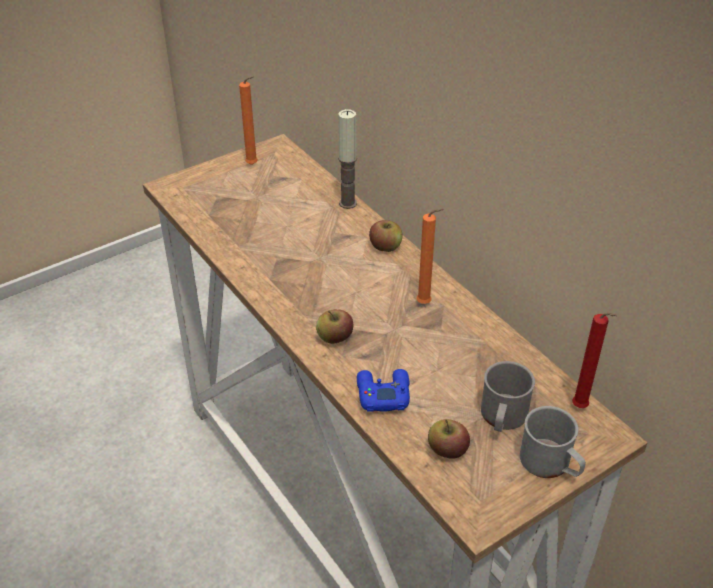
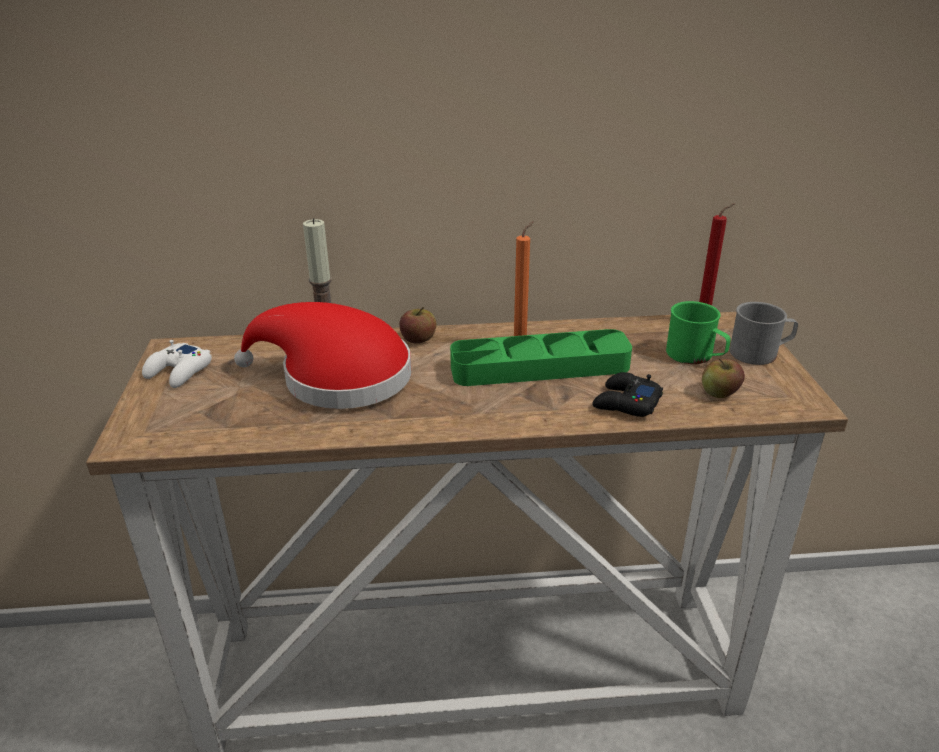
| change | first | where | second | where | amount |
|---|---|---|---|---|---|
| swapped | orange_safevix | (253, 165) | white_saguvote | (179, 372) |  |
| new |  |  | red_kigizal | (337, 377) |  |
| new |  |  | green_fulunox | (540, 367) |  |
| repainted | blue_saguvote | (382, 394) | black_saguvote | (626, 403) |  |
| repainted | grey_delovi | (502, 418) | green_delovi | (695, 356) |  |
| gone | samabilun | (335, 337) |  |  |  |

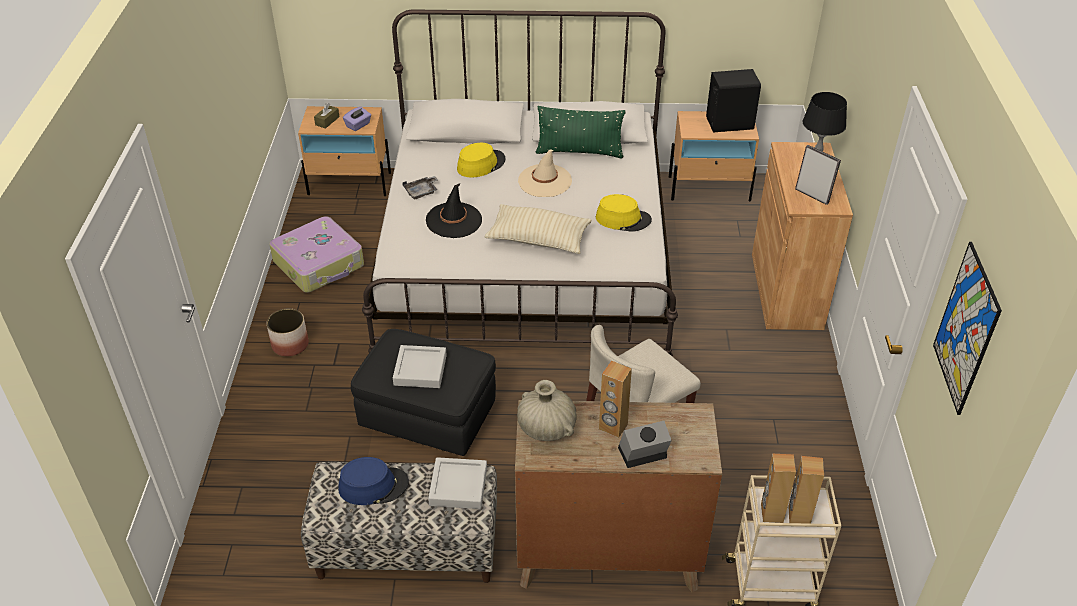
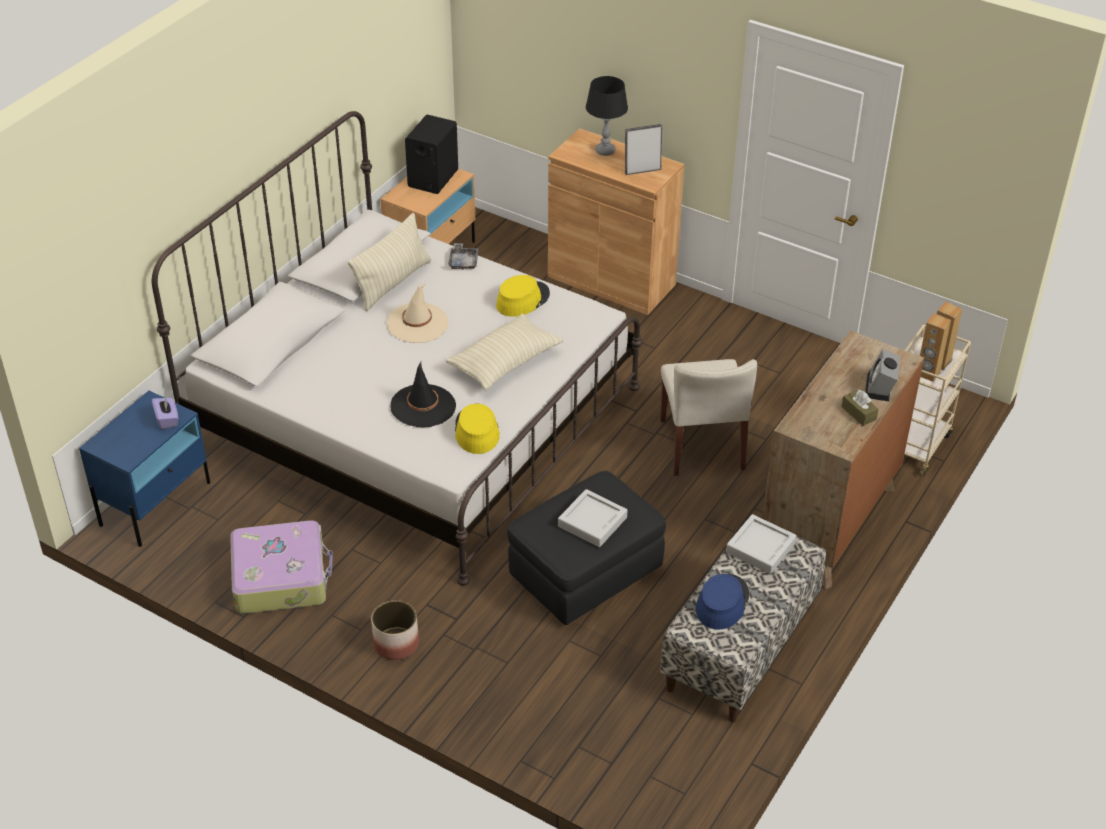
| change | first | where | second | where | amount |
|---|---|---|---|---|---|
| repainted | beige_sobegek | (350, 183) | blue_sobegek | (156, 503) |  |
| repainted | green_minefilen | (579, 152) | beige_minefilen | (393, 283) |  |
| shifted | grey_fulunox | (421, 192) |  | (463, 261) |  |
| shifted | yellow_kigizal | (481, 164) |  | (476, 431) |  |
| shifted | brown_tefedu | (327, 121) |  | (858, 413) |  |
| gone | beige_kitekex | (546, 428) |  |  |  |
| gone | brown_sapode | (613, 427) |  |  |  |
| gone | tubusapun | (966, 329) |  |  |  |

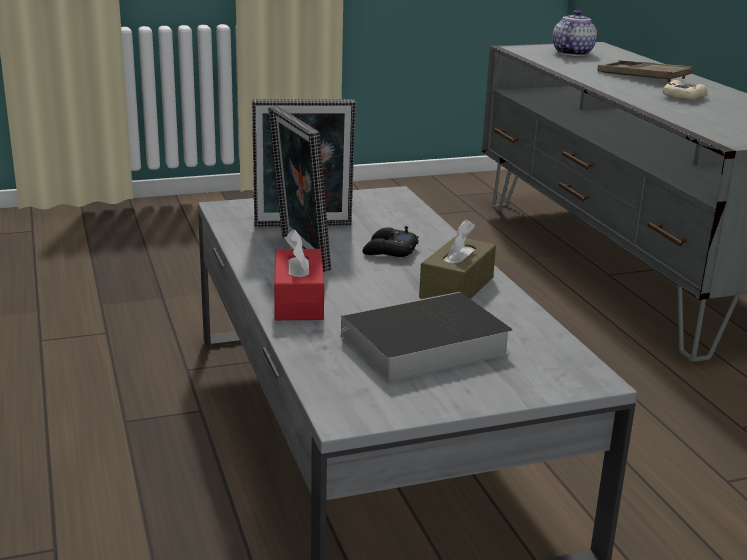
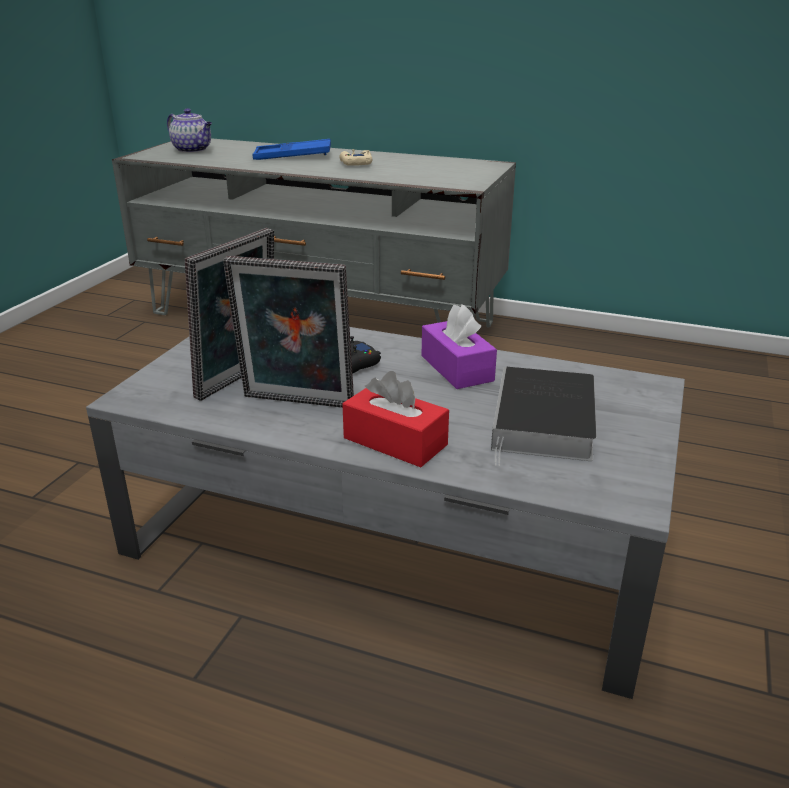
| change | first | where | second | where | amount |
|---|---|---|---|---|---|
| rotated | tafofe | (572, 53) |  | (193, 150) | 150 degrees clockwise |
| repainted | brown_fulunox | (643, 77) | blue_fulunox | (293, 156) |  |
| repainted | brown_tefedu | (457, 287) | purple_tefedu | (457, 368) |  |

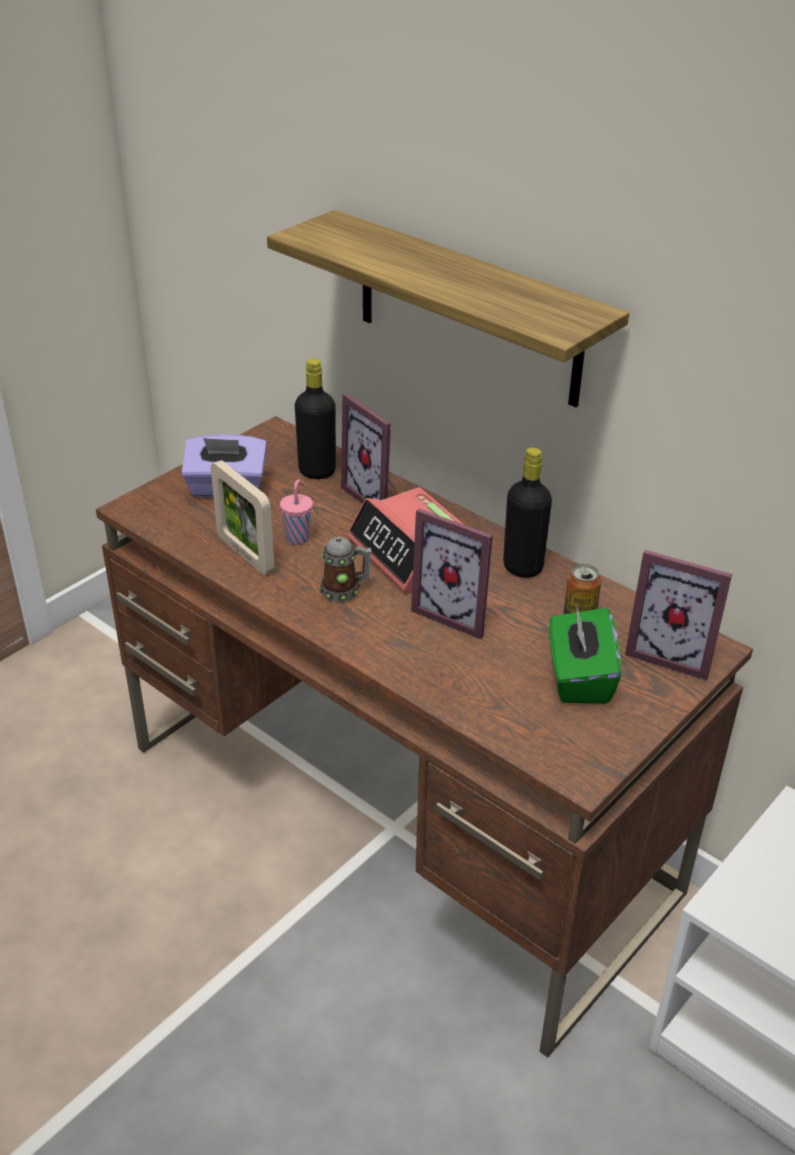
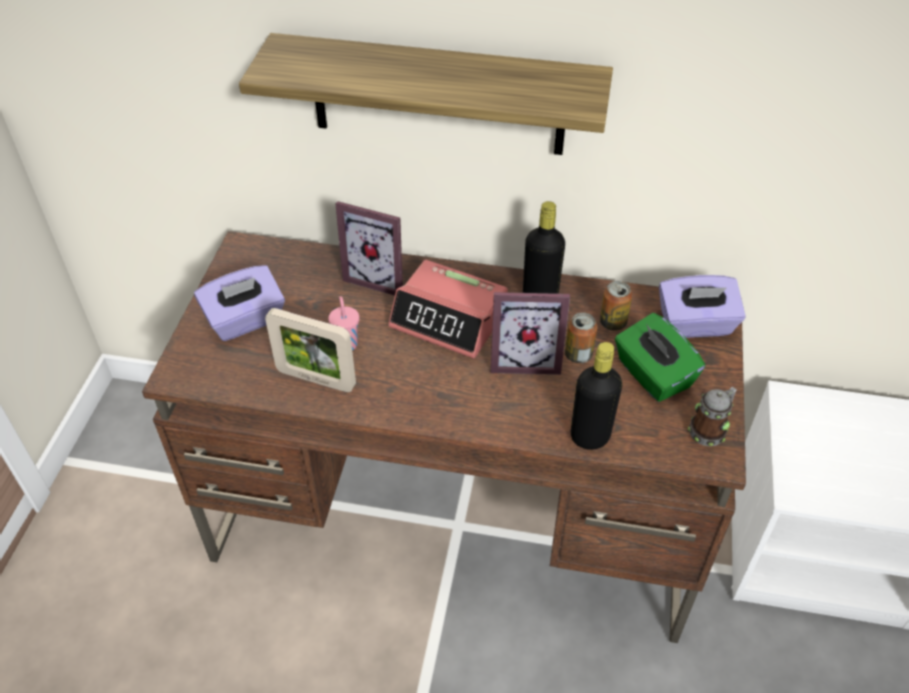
| change | first | where | second | where | amount |
|---|---|---|---|---|---|
| new |  |  | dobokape | (578, 355) |  |
| shifted | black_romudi | (317, 471) |  | (590, 436) |  |
| swapped | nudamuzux | (672, 653) | purple_tefedu | (695, 325) |  |
| shifted | delovi | (345, 590) |  | (710, 429) |  |

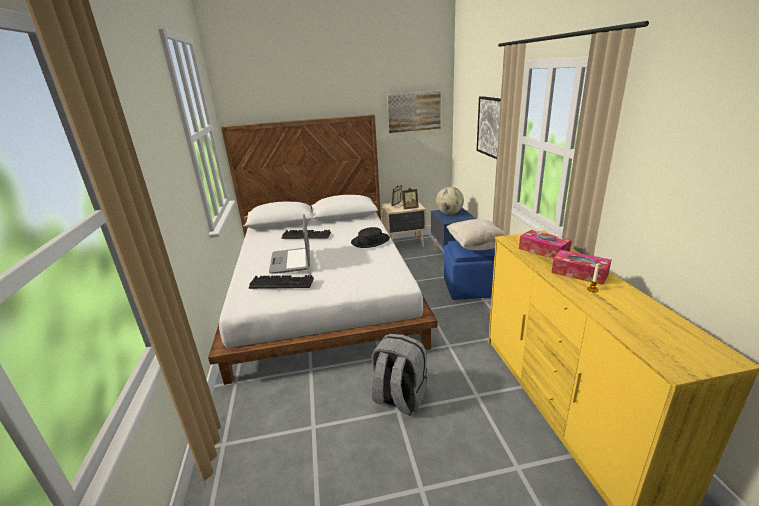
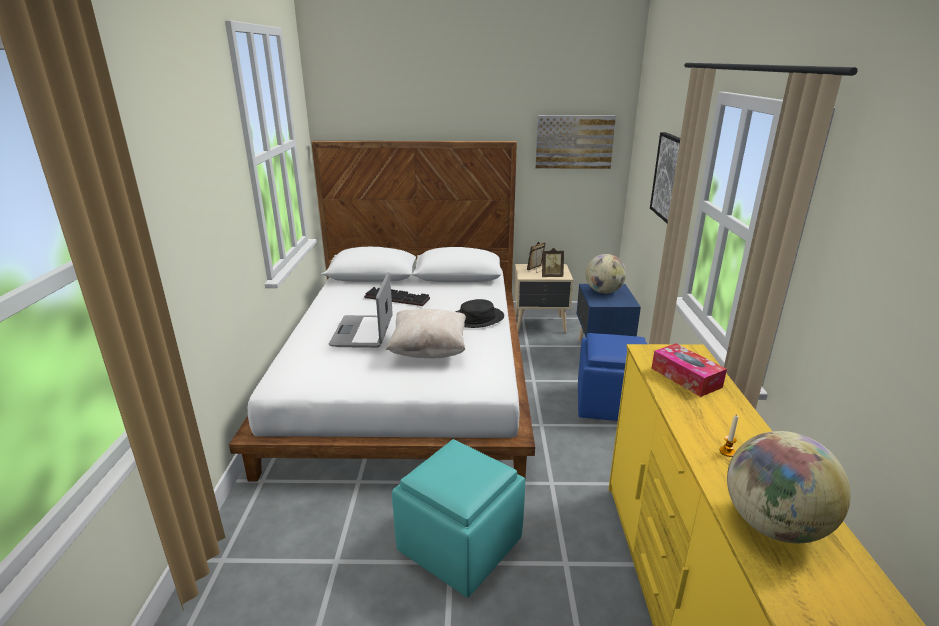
| change | first | where | second | where | amount |
|---|---|---|---|---|---|
| shifted | beige_minefilen | (477, 246) |  | (429, 350) |  |
| swapped | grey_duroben | (399, 398) | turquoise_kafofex | (458, 545) |  |
| new |  |  | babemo | (773, 525) |  |
| gone | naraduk | (283, 283) |  |  |  |
| gone | tefedu | (579, 273) |  |  |  |

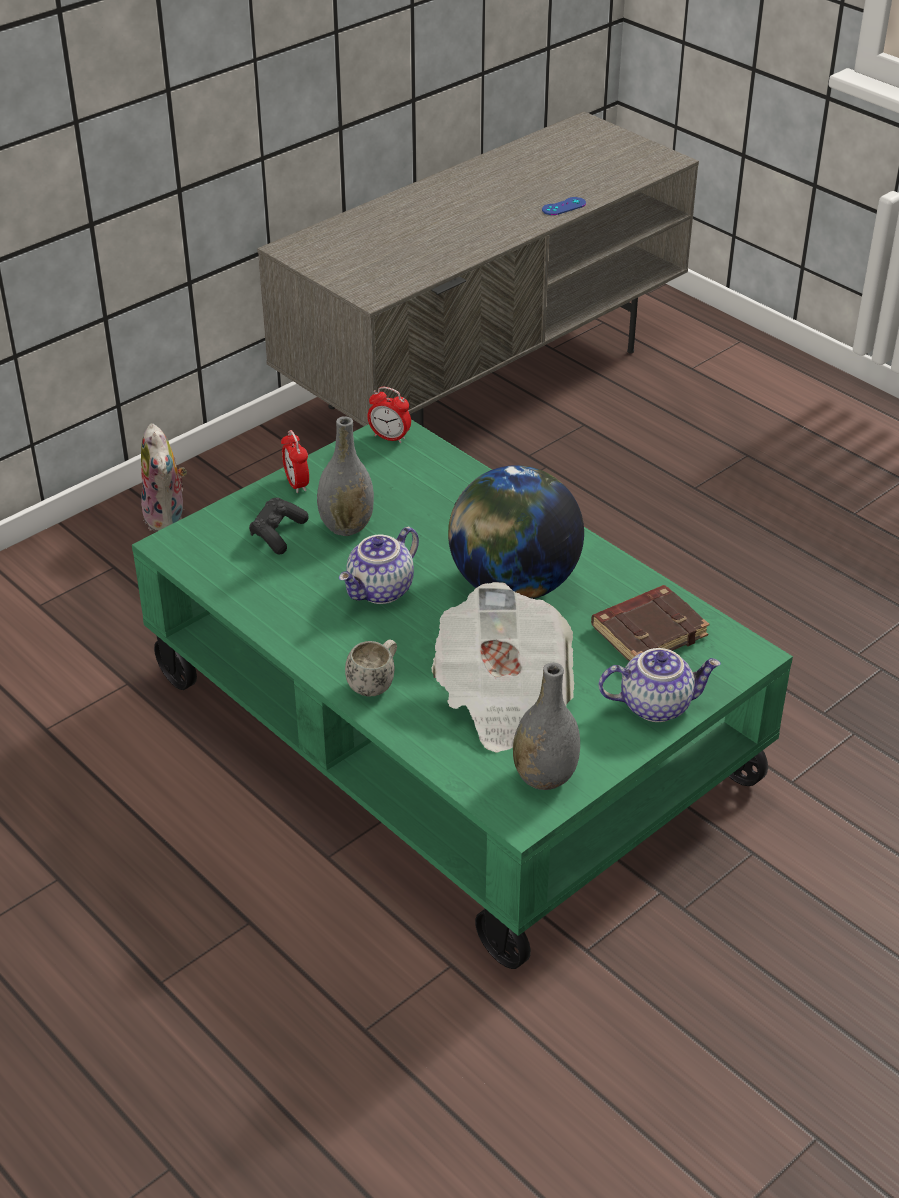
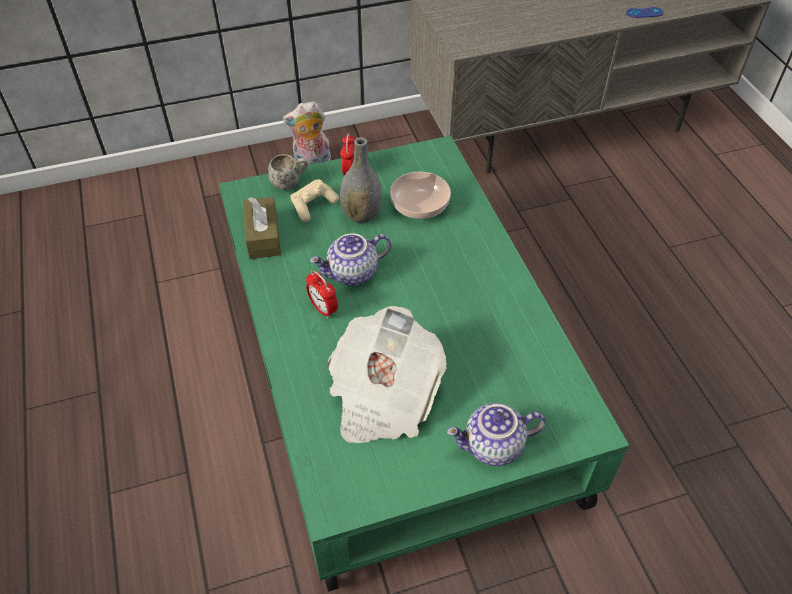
| change | first | where | second | where | amount |
|---|---|---|---|---|---|
| new |  |  | brown_tefedu | (263, 236) |  |
| shifted | white_delovi | (375, 683) |  | (290, 183) |  |
| rotated | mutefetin | (168, 518) |  | (311, 161) | 75 degrees clockwise |
| repainted | black_saguvote | (278, 534) | beige_saguvote | (313, 206) |  |
| shifted | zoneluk | (390, 437) |  | (323, 309) |  |
| new |  |  | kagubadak | (420, 205) |  |
| rotated | tafofe | (656, 704) |  | (493, 447) | 150 degrees clockwise |
| gone | babemo | (513, 585) |  |  |  |
| gone | grey_kitekex | (544, 777) |  |  |  |
| gone | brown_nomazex | (649, 631) |  |  |  |

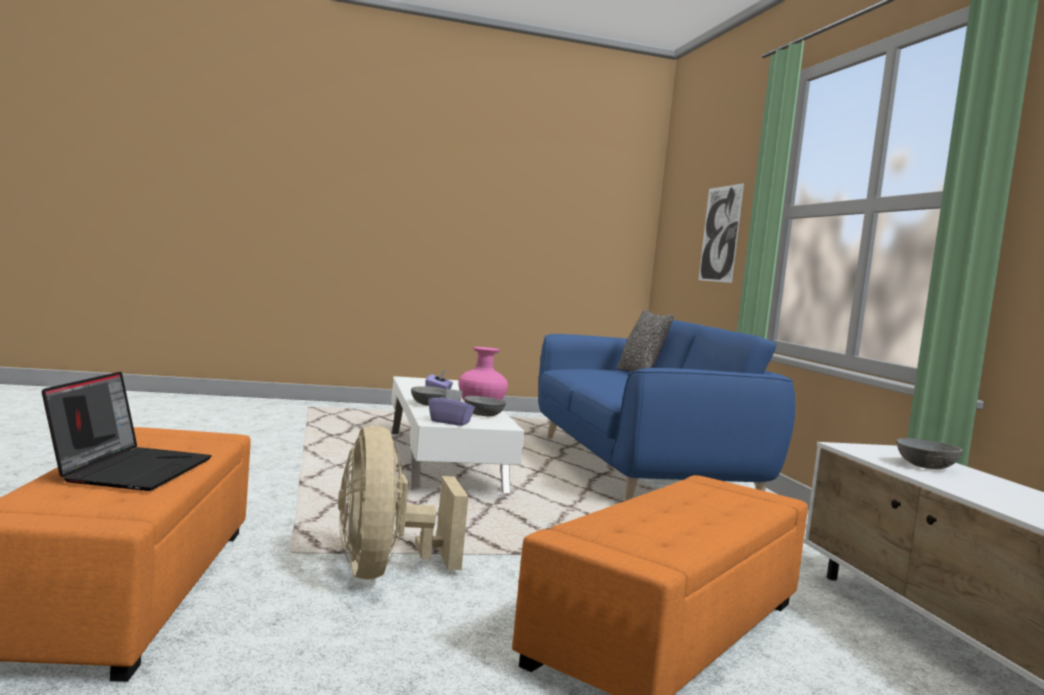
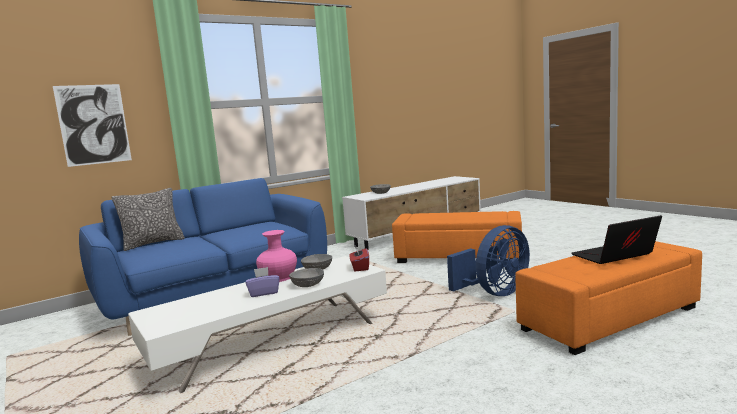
| change | first | where | second | where | amount |
|---|---|---|---|---|---|
| repainted | purple_tefedu | (450, 422) | red_tefedu | (360, 267) |  |
| repainted | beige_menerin | (384, 571) | blue_menerin | (495, 293) |  |

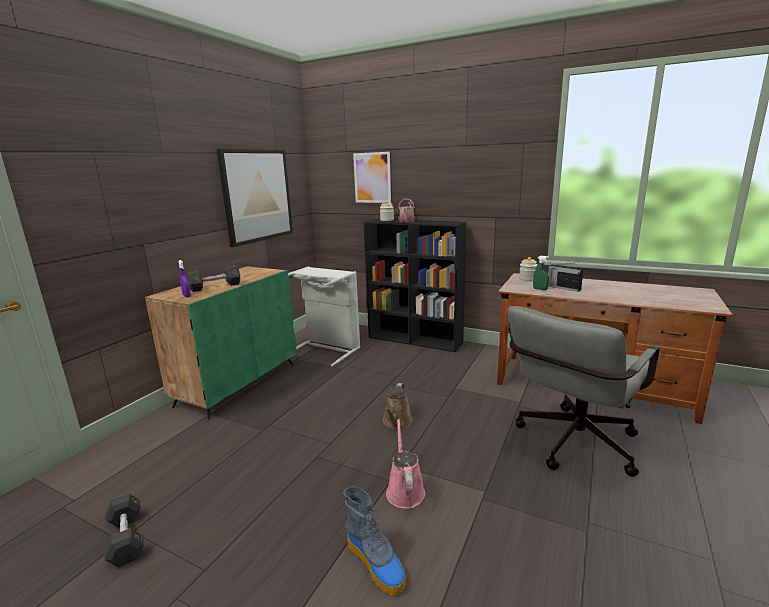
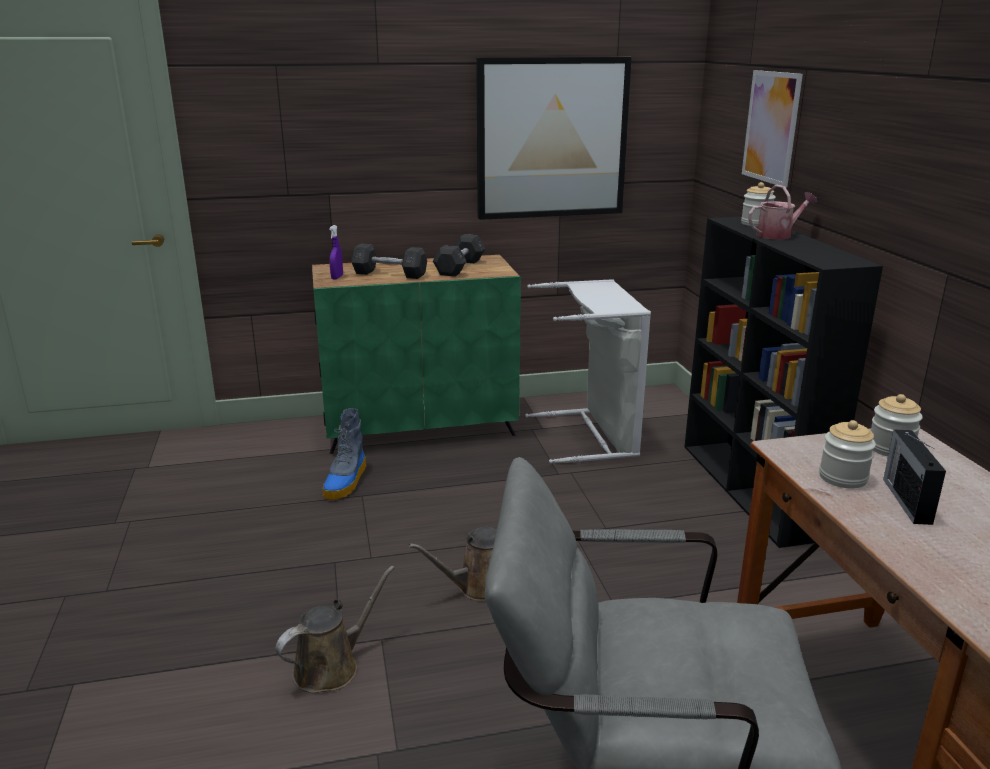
| change | first | where | second | where | amount |
|---|---|---|---|---|---|
| repainted | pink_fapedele | (404, 490) | brown_fapedele | (331, 667) |  |
| shifted | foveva | (376, 563) |  | (346, 482) |  |
| shifted | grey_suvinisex | (126, 538) |  | (460, 267) |  |
| swapped | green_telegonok | (540, 289) | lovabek | (843, 477) |  |

